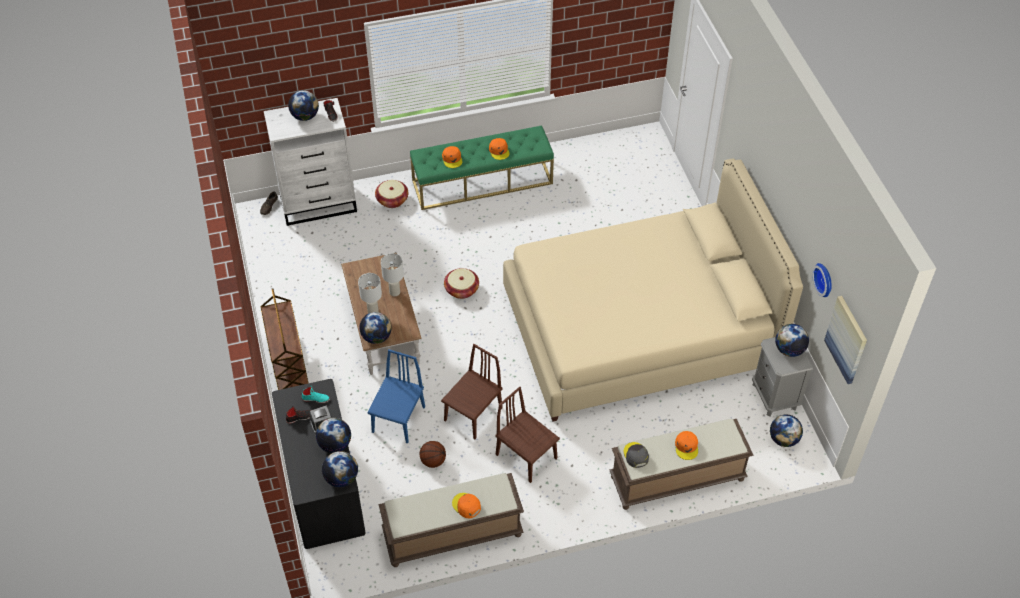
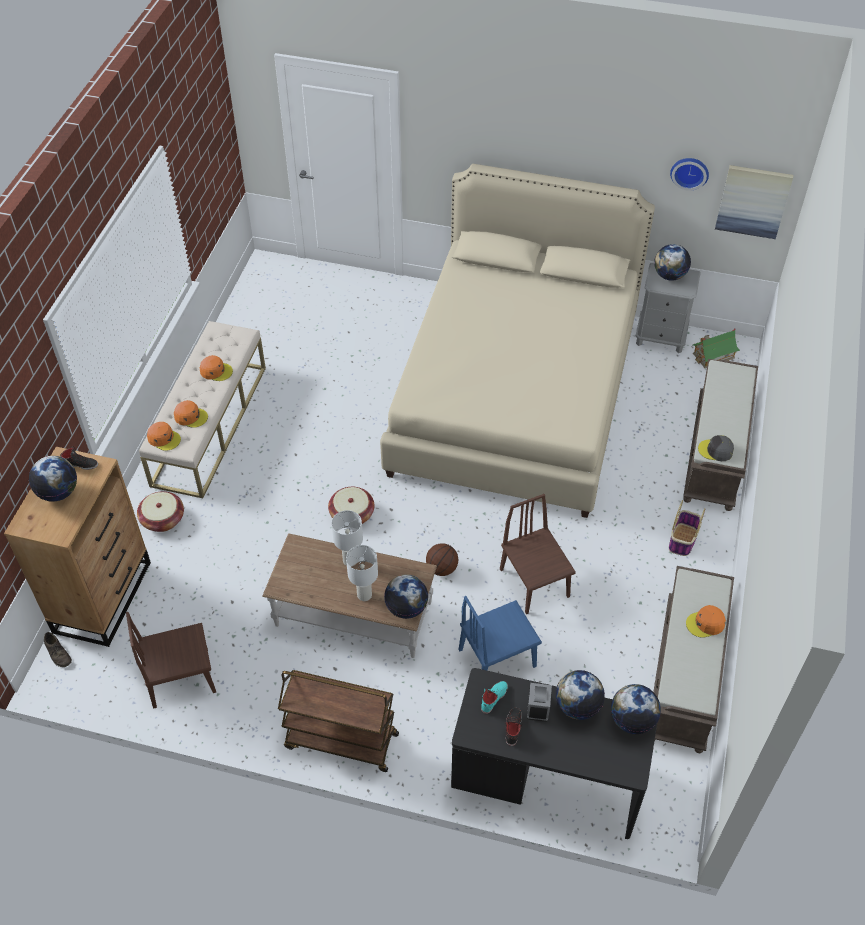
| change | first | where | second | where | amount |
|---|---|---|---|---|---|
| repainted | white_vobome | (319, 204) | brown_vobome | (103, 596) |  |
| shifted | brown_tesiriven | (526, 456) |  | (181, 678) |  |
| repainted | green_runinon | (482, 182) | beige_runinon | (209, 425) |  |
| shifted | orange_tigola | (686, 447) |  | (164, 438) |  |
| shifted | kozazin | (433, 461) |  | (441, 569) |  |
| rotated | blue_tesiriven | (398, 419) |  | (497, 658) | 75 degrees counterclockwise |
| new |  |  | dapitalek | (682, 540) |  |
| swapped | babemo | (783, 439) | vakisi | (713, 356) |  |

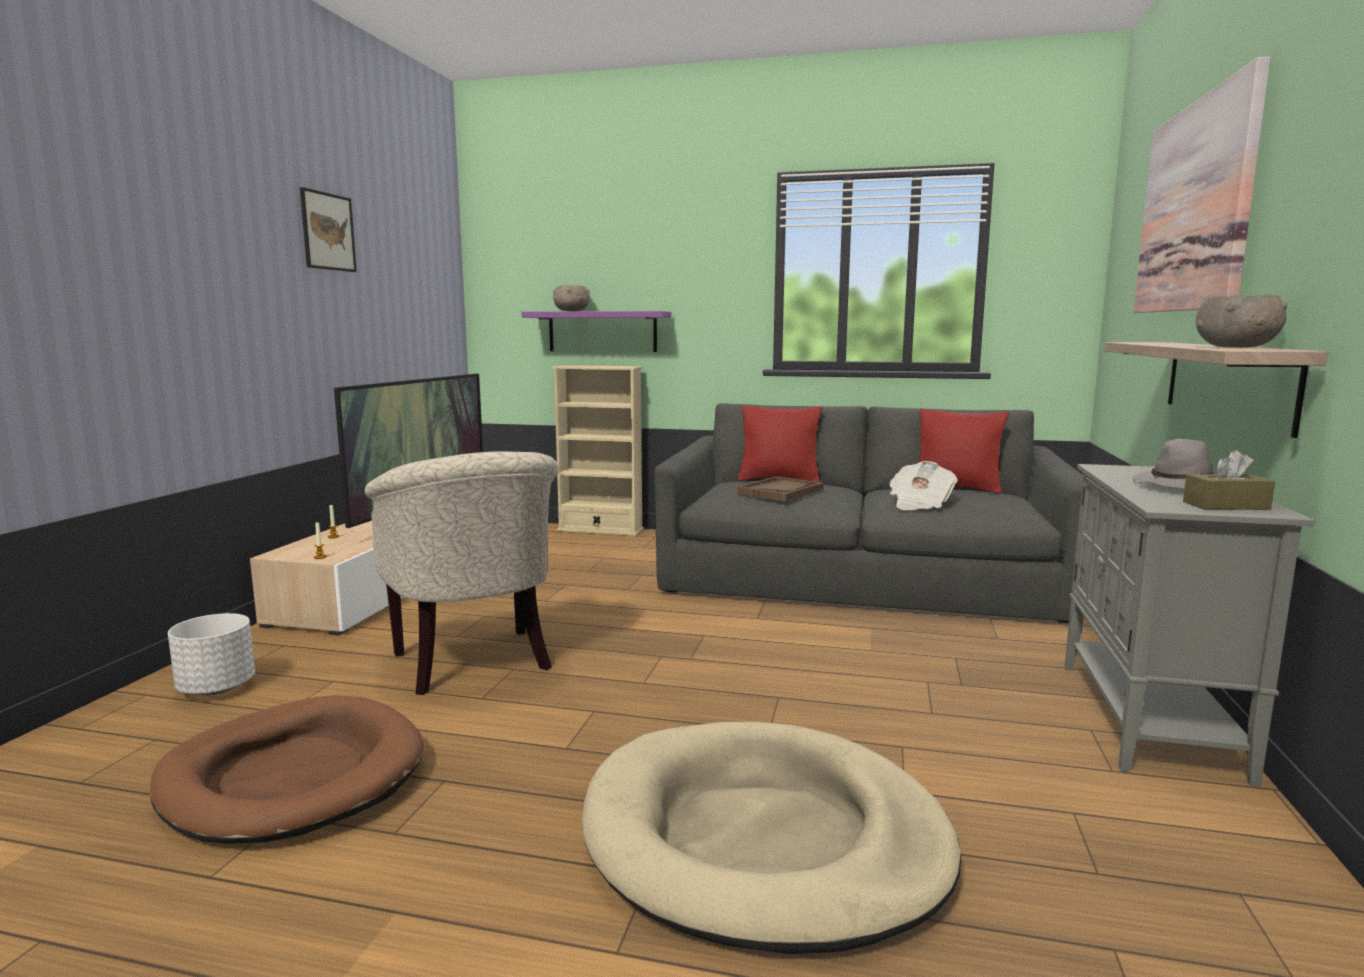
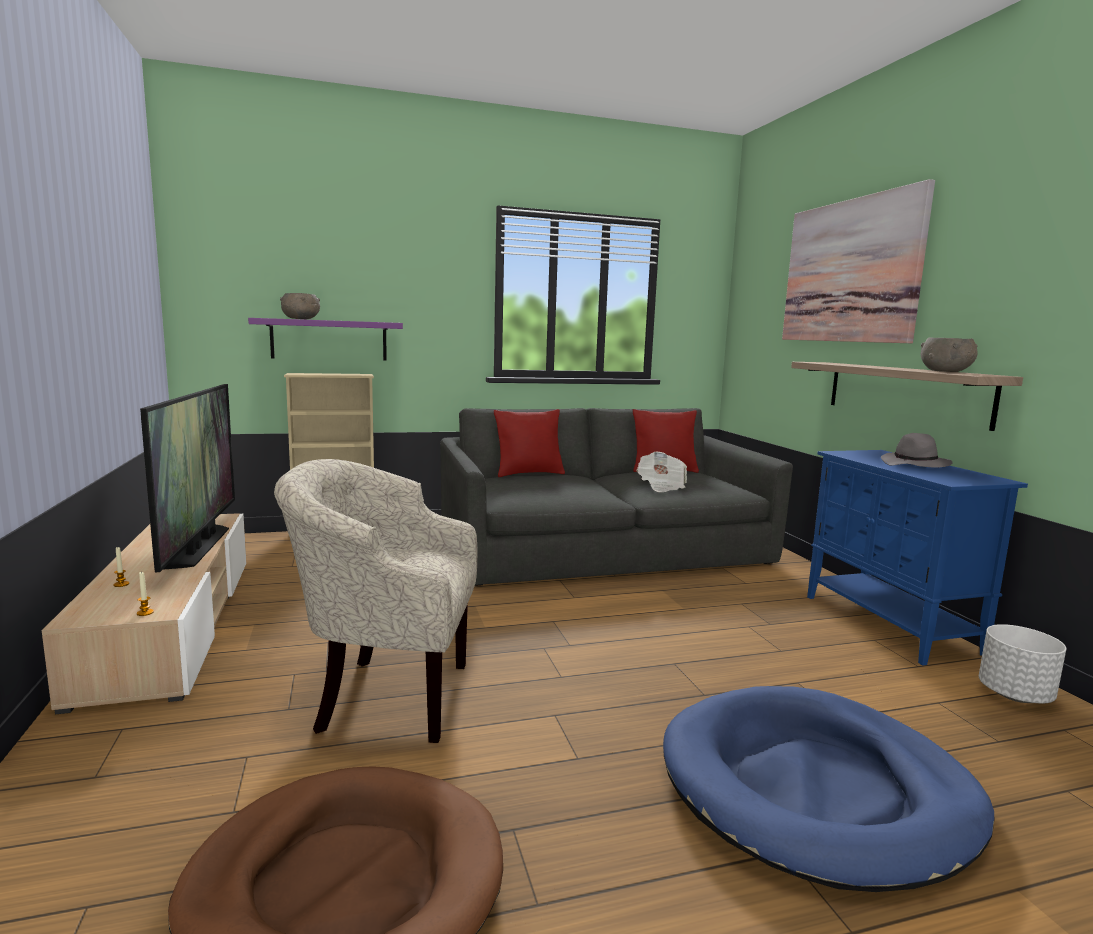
| change | first | where | second | where | amount |
|---|---|---|---|---|---|
| rotated | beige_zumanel | (475, 664) |  | (385, 696) | 150 degrees clockwise |
| repainted | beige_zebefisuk | (764, 840) | blue_zebefisuk | (816, 789) |  |
| repainted | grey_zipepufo | (1149, 719) | blue_zipepufo | (890, 625) |  |
| shifted | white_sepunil | (216, 688) |  | (1014, 695) |  |
| gone | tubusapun | (328, 231) |  |  |  |
| gone | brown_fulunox | (780, 491) |  |  |  |
| gone | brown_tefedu | (1226, 505) |  |  |  |

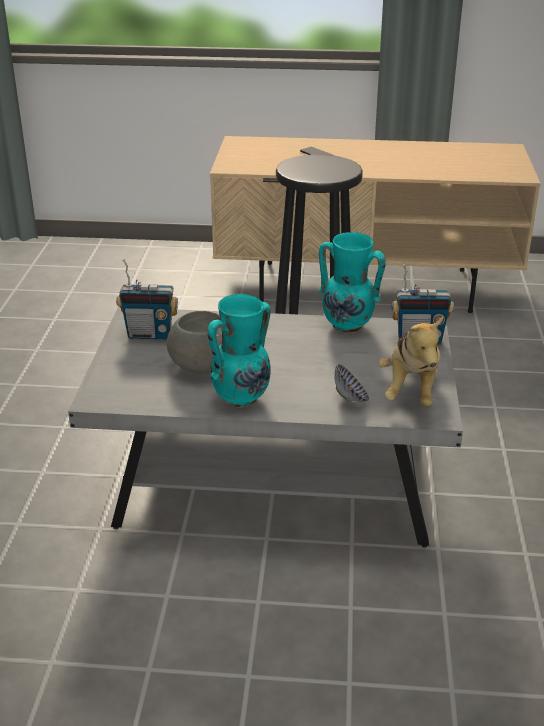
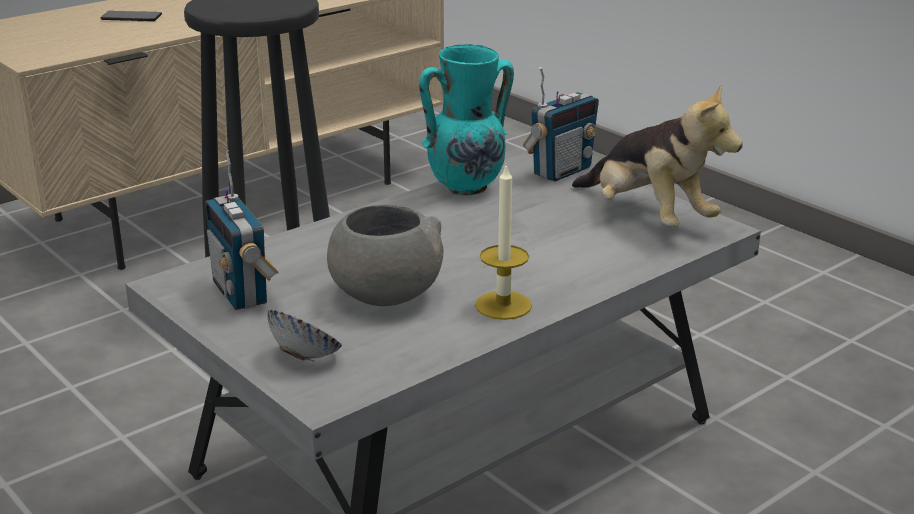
| change | first | where | second | where | amount |
|---|---|---|---|---|---|
| rotated | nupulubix | (150, 334) |  | (242, 293) | 105 degrees clockwise |
| shifted | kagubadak | (351, 398) |  | (305, 357) |  |
| swapped | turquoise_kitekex | (242, 399) | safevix | (503, 305) |  |

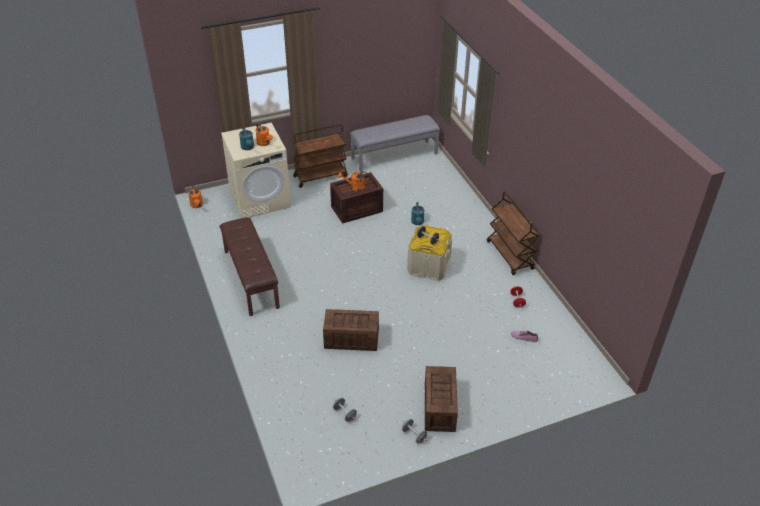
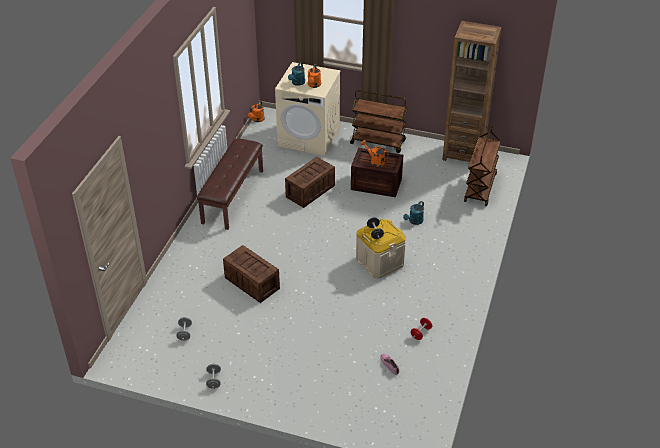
| change | first | where | second | where | amount |
|---|---|---|---|---|---|
| shifted | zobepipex | (439, 408) |  | (310, 191) |  |
| swapped | grey_runinon | (394, 155) | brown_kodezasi | (463, 154) |  |
| shifted | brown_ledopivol | (510, 255) |  | (480, 188) |  |

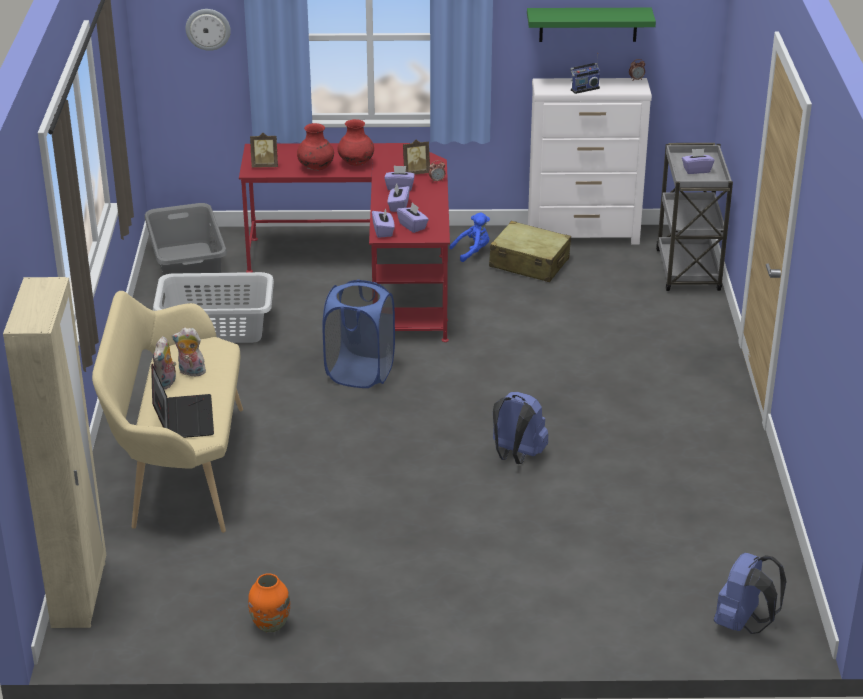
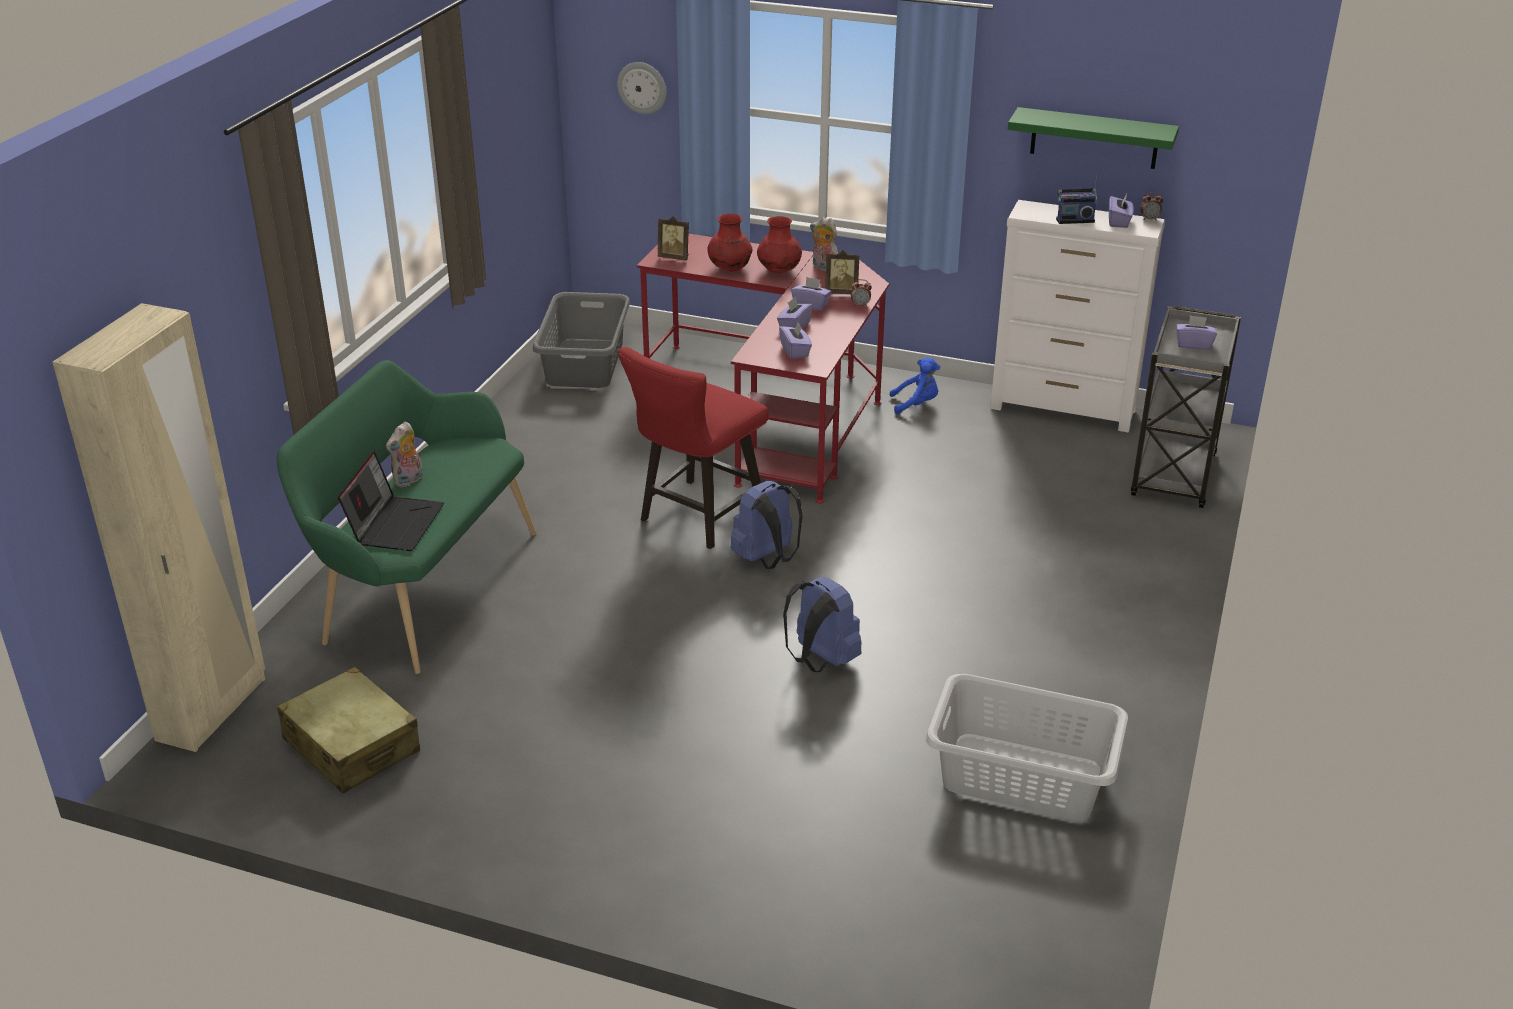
| change | first | where | second | where | amount |
|---|---|---|---|---|---|
| repainted | beige_runinon | (180, 469) | green_runinon | (421, 587) |  |
| shifted | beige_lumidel | (529, 263) |  | (352, 746) |  |
| swapped | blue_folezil | (360, 373) | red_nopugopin | (696, 519) |  |
| shifted | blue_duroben | (743, 623) |  | (767, 559) |  |
| shifted | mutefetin | (190, 372) |  | (823, 268) |  |
| shifted | grey_folezil | (217, 328) |  | (1022, 777) |  |
| shifted | purple_tefedu | (383, 231) |  | (1119, 222) |  |
| gone | orange_kitekex | (270, 625) |  |  |  |

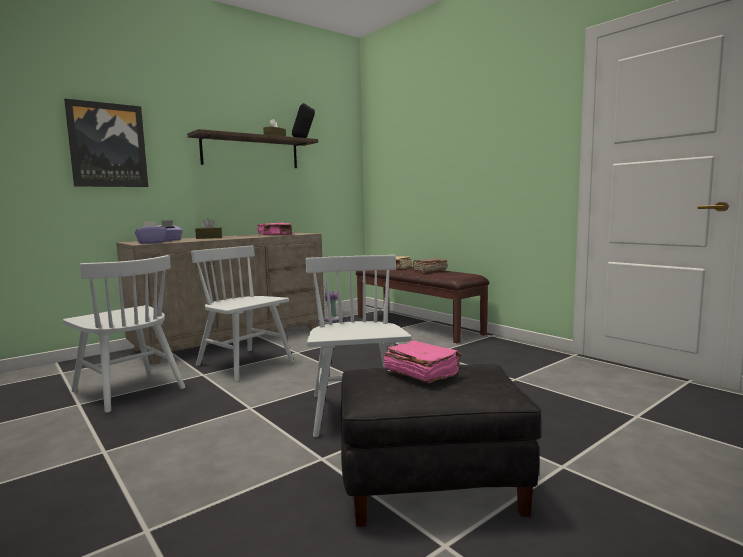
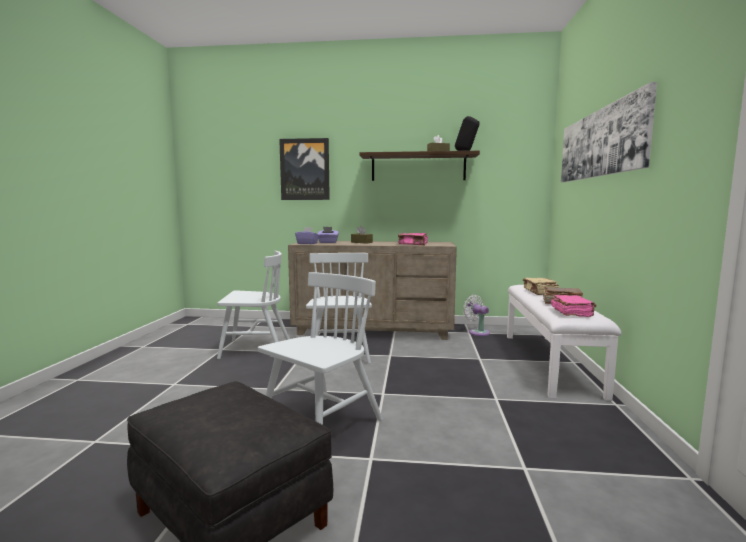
| change | first | where | second | where | amount |
|---|---|---|---|---|---|
| rotated | white_tesiriven | (128, 389) |  | (255, 348) | 90 degrees counterclockwise |
| repainted | brown_runinon | (417, 325) | white_runinon | (550, 363) |  |
| shifted | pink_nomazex | (421, 373) |  | (571, 313) |  |
| new |  |  | tubusapun | (600, 143) |  |

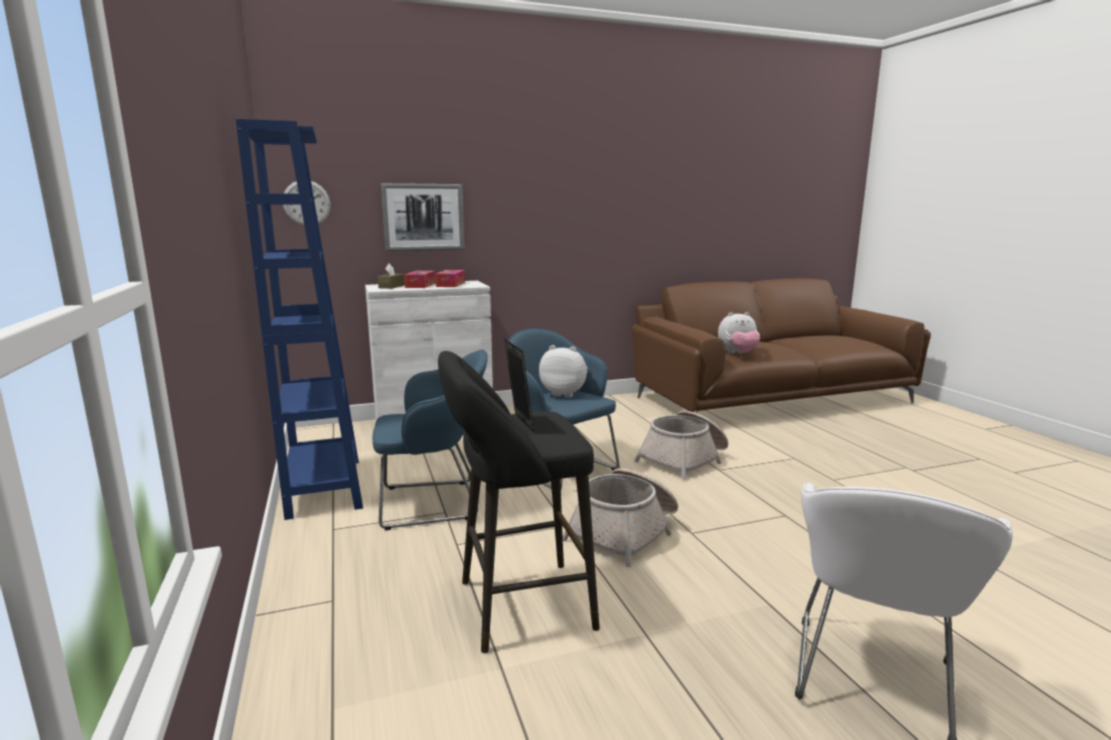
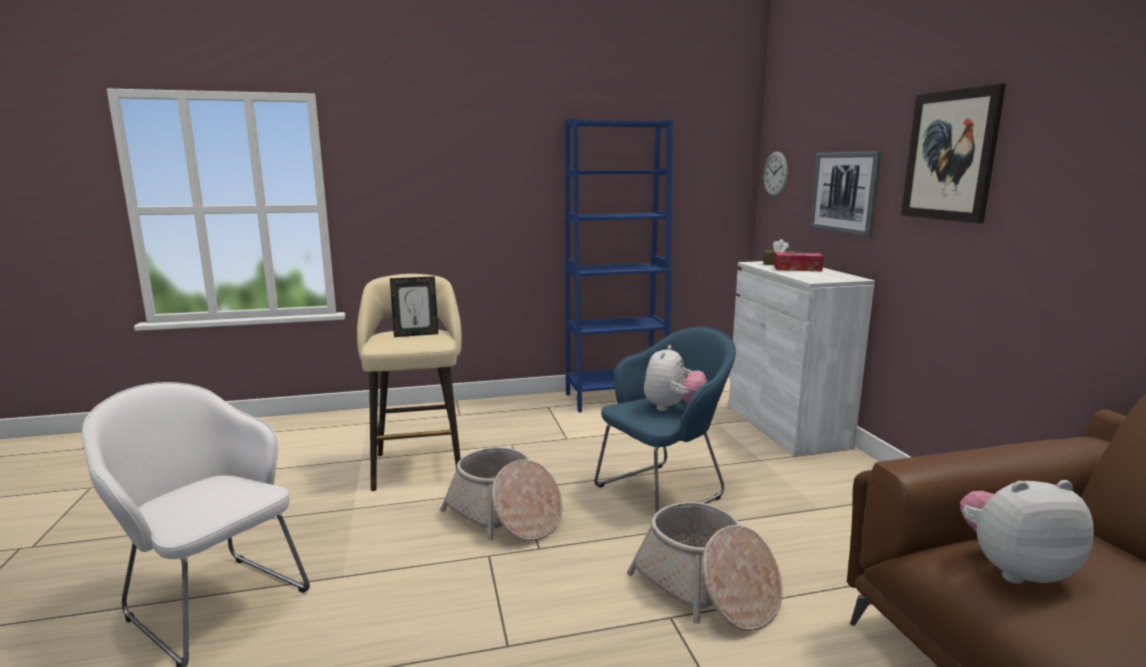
| change | first | where | second | where | amount |
|---|---|---|---|---|---|
| repainted | black_nopugopin | (517, 606) | beige_nopugopin | (418, 464) |  |
| new |  |  | tubusapun | (950, 156) |  |
| rotated | mutefetin | (738, 354) |  | (1013, 569) | 90 degrees clockwise |
| gone | blue_zumanel | (434, 503) |  |  |  |
| gone | tefedu | (450, 284) |  |  |  |

